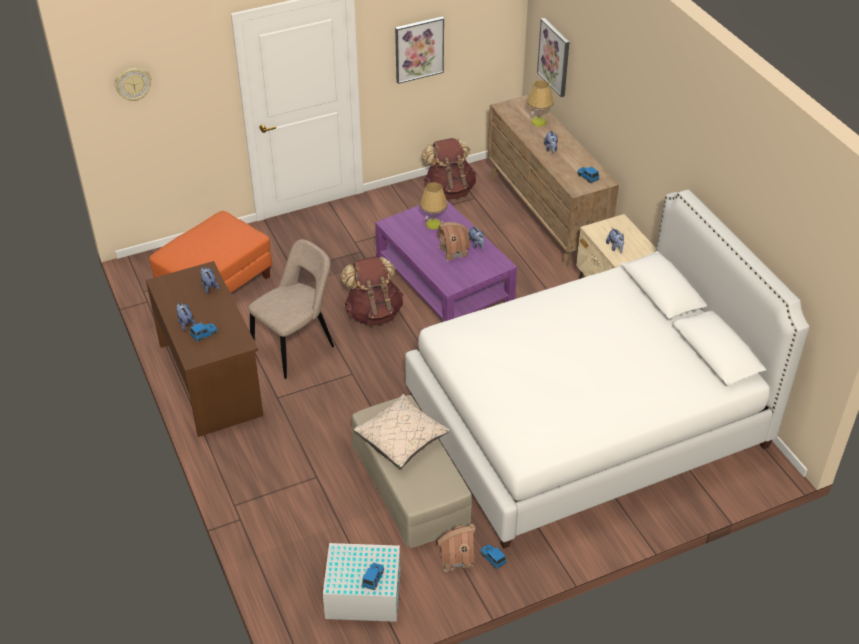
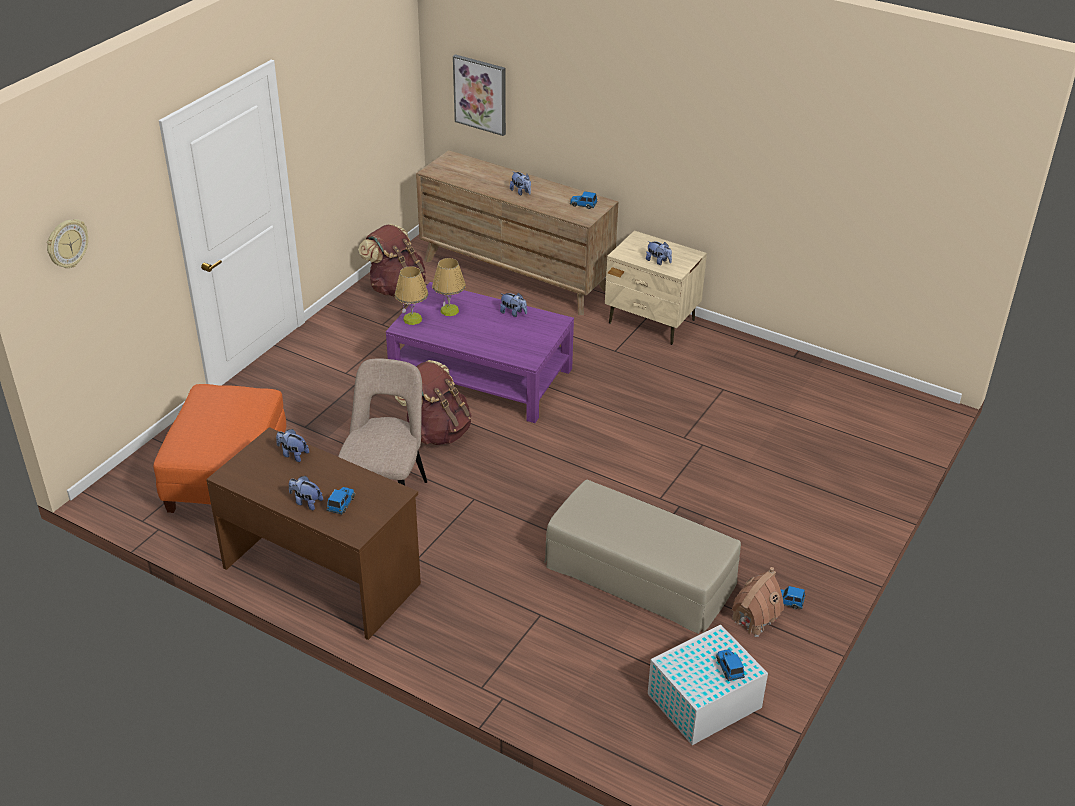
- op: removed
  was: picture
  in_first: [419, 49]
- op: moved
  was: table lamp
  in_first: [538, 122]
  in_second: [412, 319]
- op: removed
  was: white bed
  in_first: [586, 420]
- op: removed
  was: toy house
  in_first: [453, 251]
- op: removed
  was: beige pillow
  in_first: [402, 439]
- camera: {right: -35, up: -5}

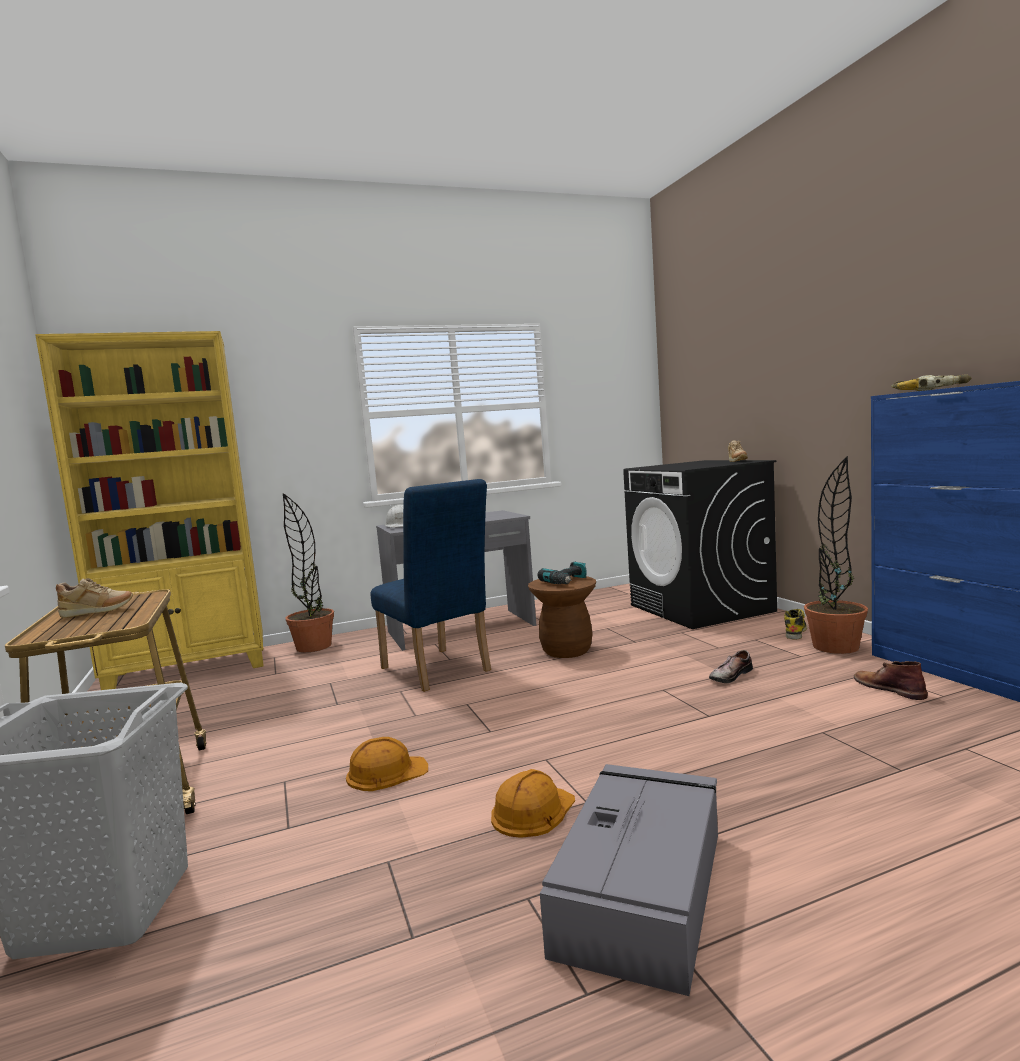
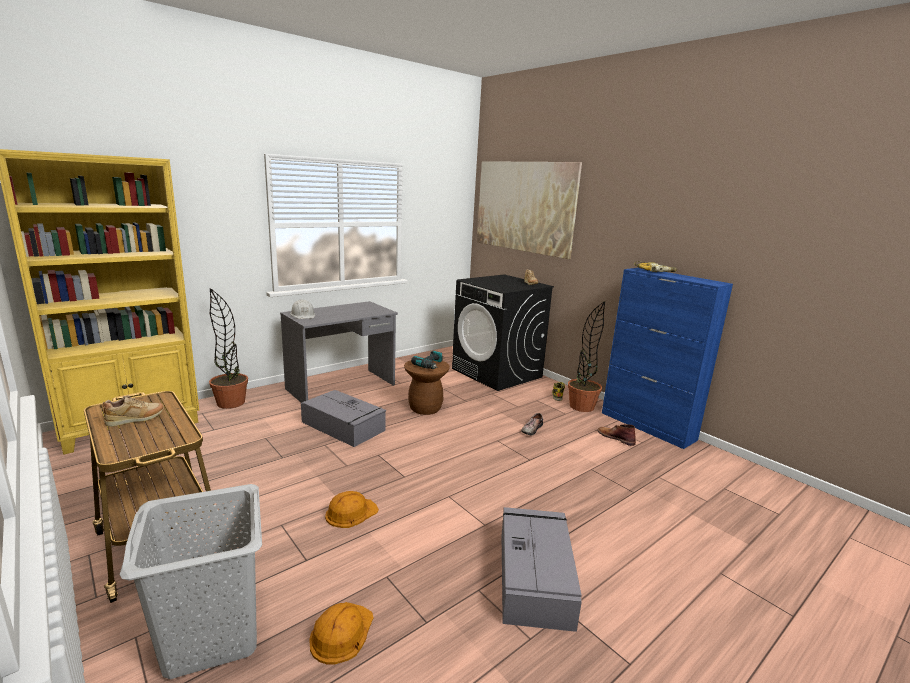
- op: replaced
  was: blue chair
  now: grey storage box
  in_first: [438, 671]
  in_second: [344, 427]
- op: moved
  was: orange hard hat
  in_first: [532, 811]
  in_second: [341, 633]
- op: added
  now: picture
  in_second: [524, 207]
- camera: {right: -20, up: 10}

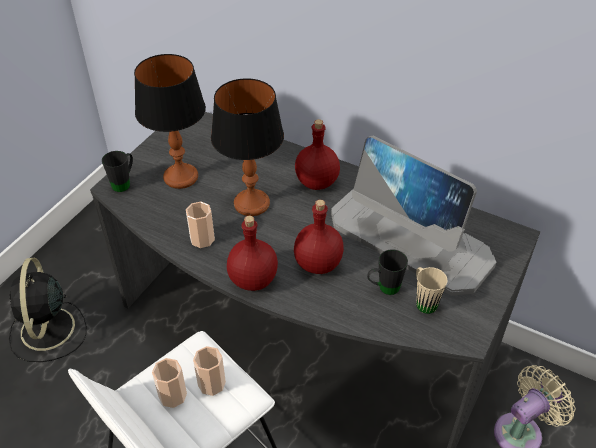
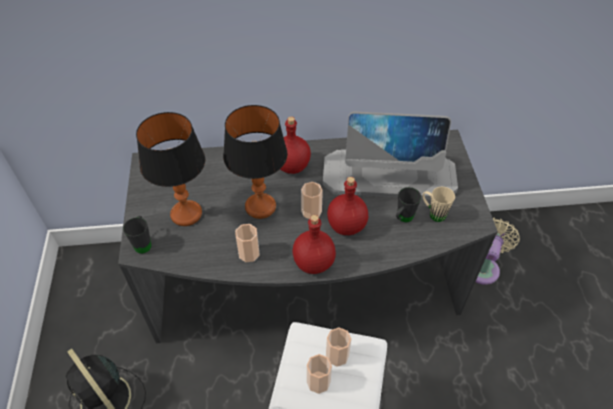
- op: added
  now: cup
  in_second: [311, 211]
- camera: {right: -35, up: 5}

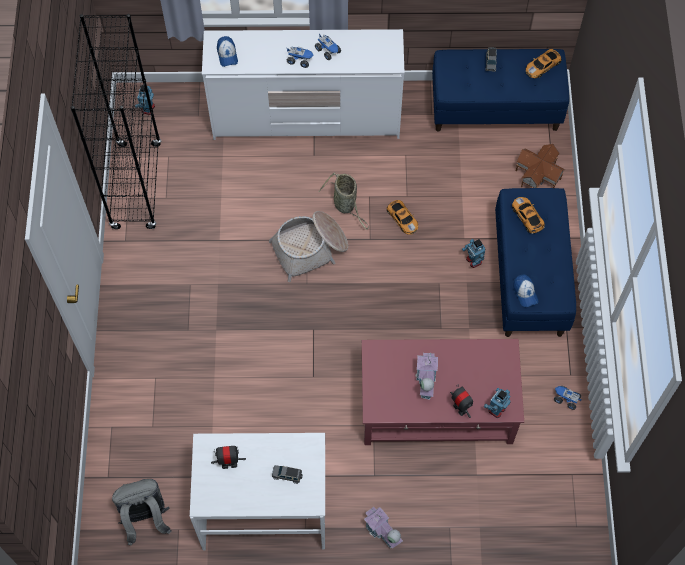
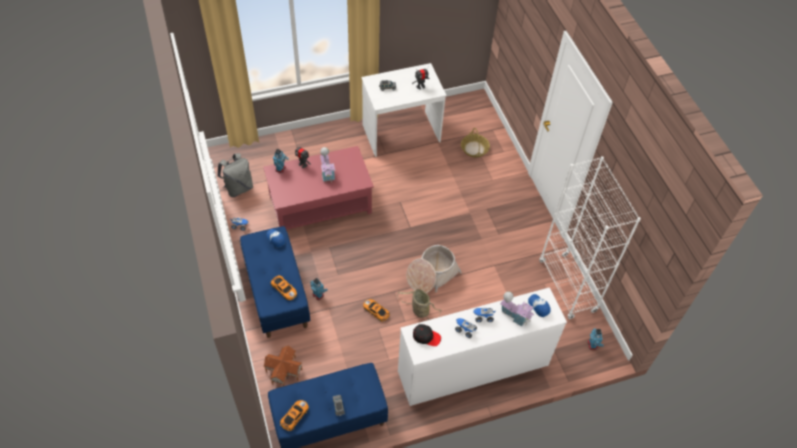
- op: recoloured
  was: black bookcase
  now: white bookcase
  in_first: [136, 186]
  in_second: [567, 286]
- op: moved
  was: grey backpack
  in_first: [145, 518]
  in_second: [238, 188]
- op: moved
  was: toy house
  in_first: [382, 533]
  in_second: [515, 315]
- op: added
  now: basket
  in_second: [474, 149]
- op: added
  now: black cap
  in_second: [426, 337]
- camera: {right: 160, up: -10}

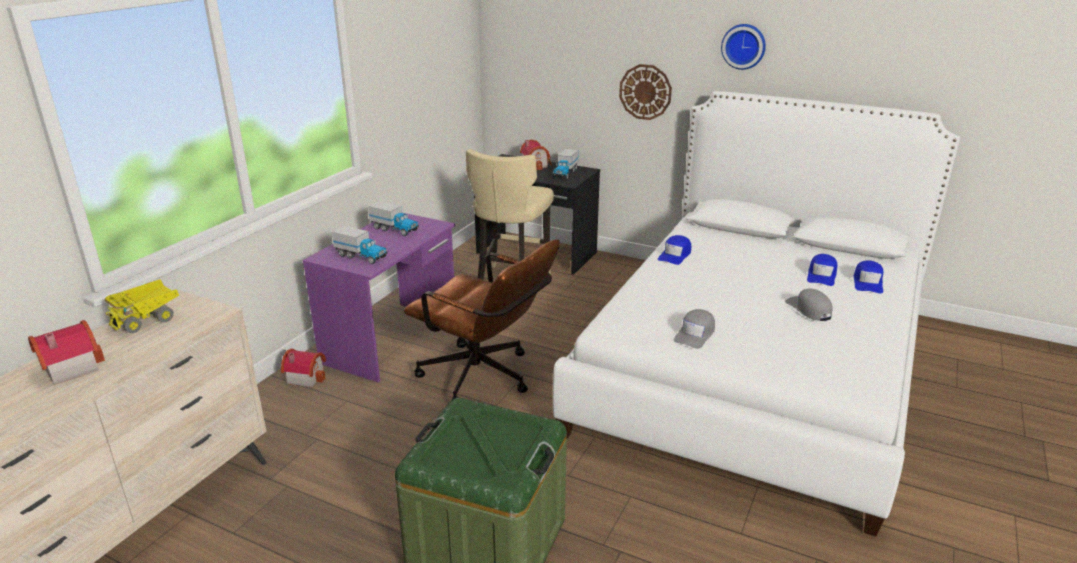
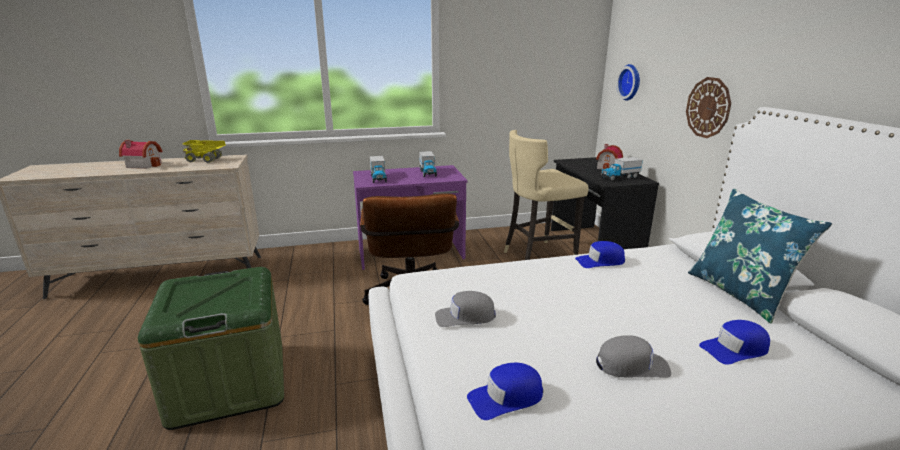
- op: moved
  was: wall clock
  in_first: [744, 46]
  in_second: [631, 82]
- op: moved
  was: blue cap
  in_first: [868, 282]
  in_second: [506, 397]
- op: turned
  was: grey cap
  in_first: [808, 309]
  in_second: [632, 365]
  clockwise: 60
- op: removed
  was: toy house
  in_first: [306, 376]
- op: added
  now: blue pillow
  in_second: [740, 293]
- camera: {right: 50, up: -5}

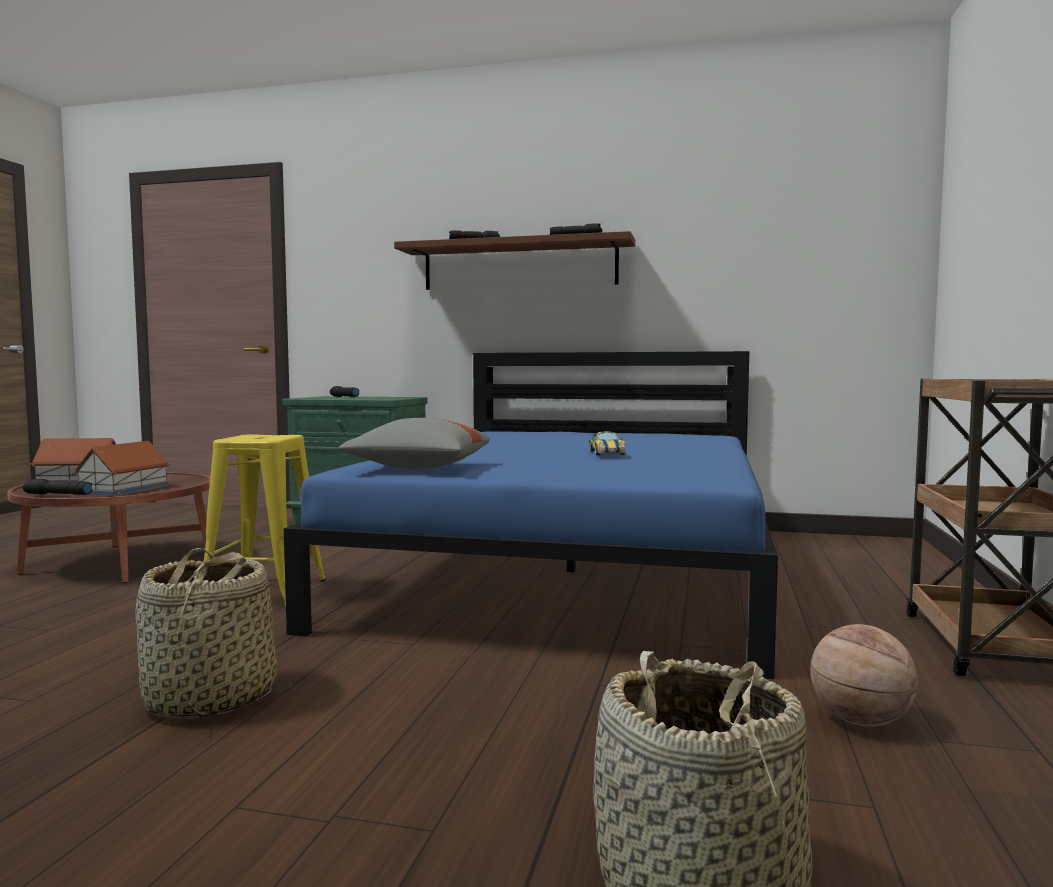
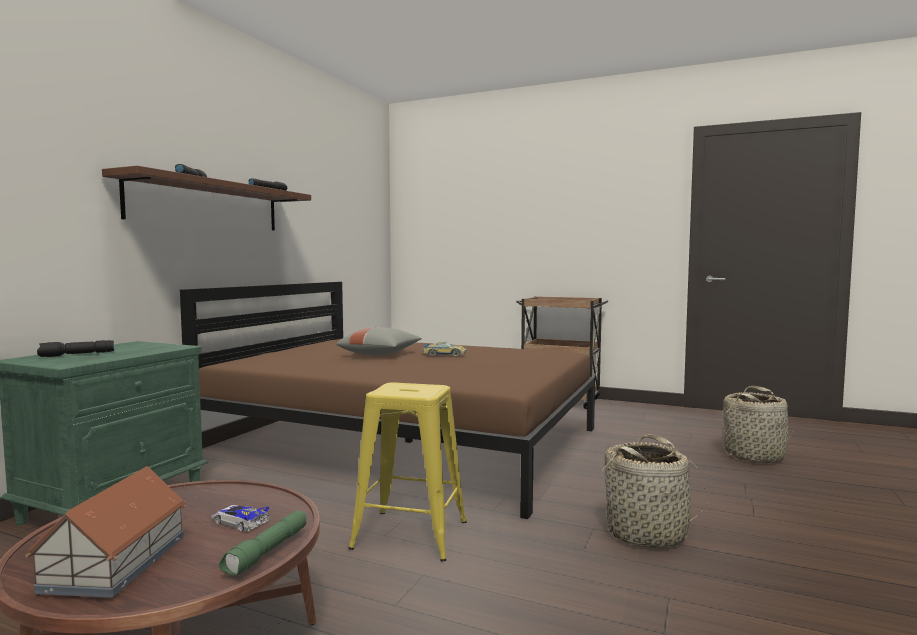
- op: recoloured
  was: blue bed
  now: brown bed
  in_first: [573, 569]
  in_second: [406, 441]
- op: moved
  was: grey pillow
  in_first: [418, 468]
  in_second: [380, 354]
- op: replaced
  was: toy house
  now: toy car
  in_first: [123, 490]
  in_second: [239, 521]
- op: recoloured
  was: black flashlight
  now: green flashlight
  in_first: [57, 495]
  in_second: [268, 552]
- op: removed
  was: basketball
  in_first: [860, 721]
- camera: {right: -80, up: 0}

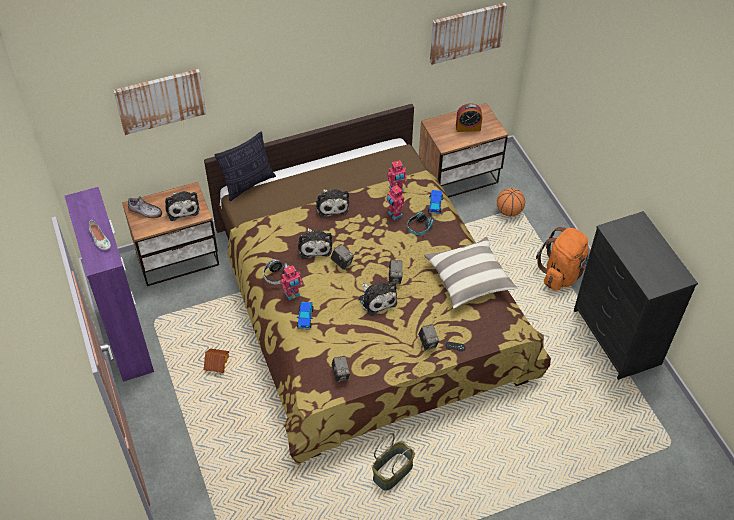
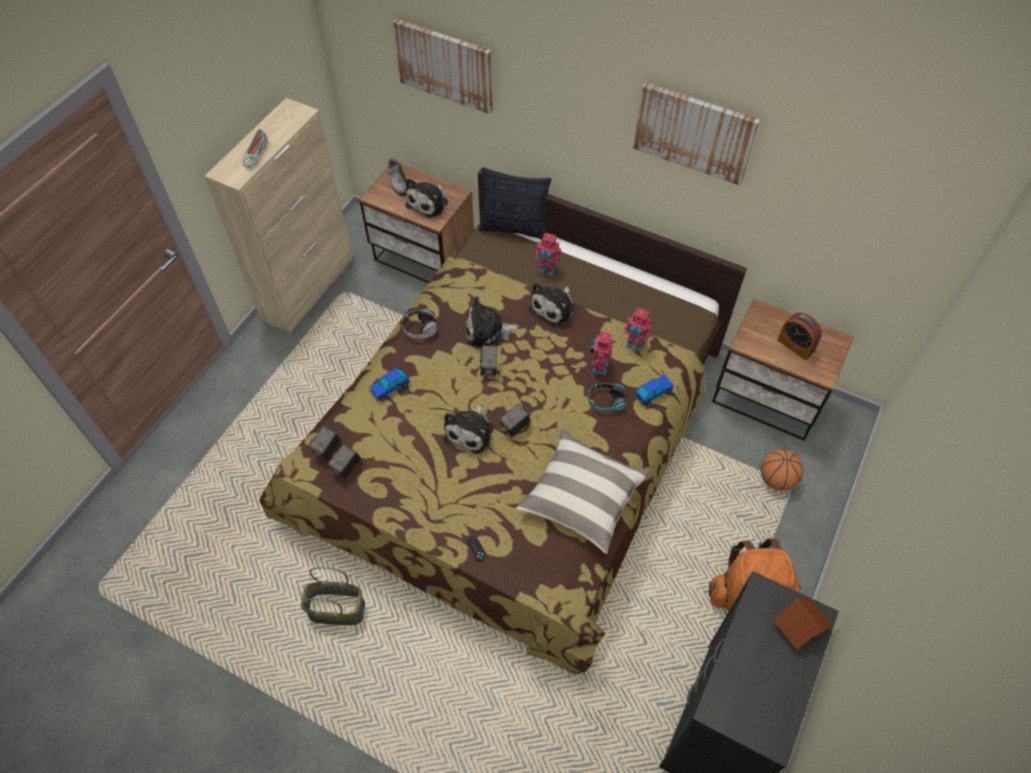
- op: moved
  was: picture
  in_first: [466, 32]
  in_second: [694, 132]
- op: recoloured
  was: purple cabinet
  now: beige cabinet
  in_first: [127, 337]
  in_second: [308, 288]
- op: turned
  was: plush toy
  in_first: [314, 246]
  in_second: [488, 331]
  clockwise: 45
- op: moved
  was: toy robot
  in_first: [292, 294]
  in_second: [547, 270]
- op: moved
  was: photo camera
  in_first: [428, 343]
  in_second: [327, 450]
- op: moved
  was: toy house
  in_first: [217, 364]
  in_second: [799, 625]
- camera: {right: 50, up: 5}

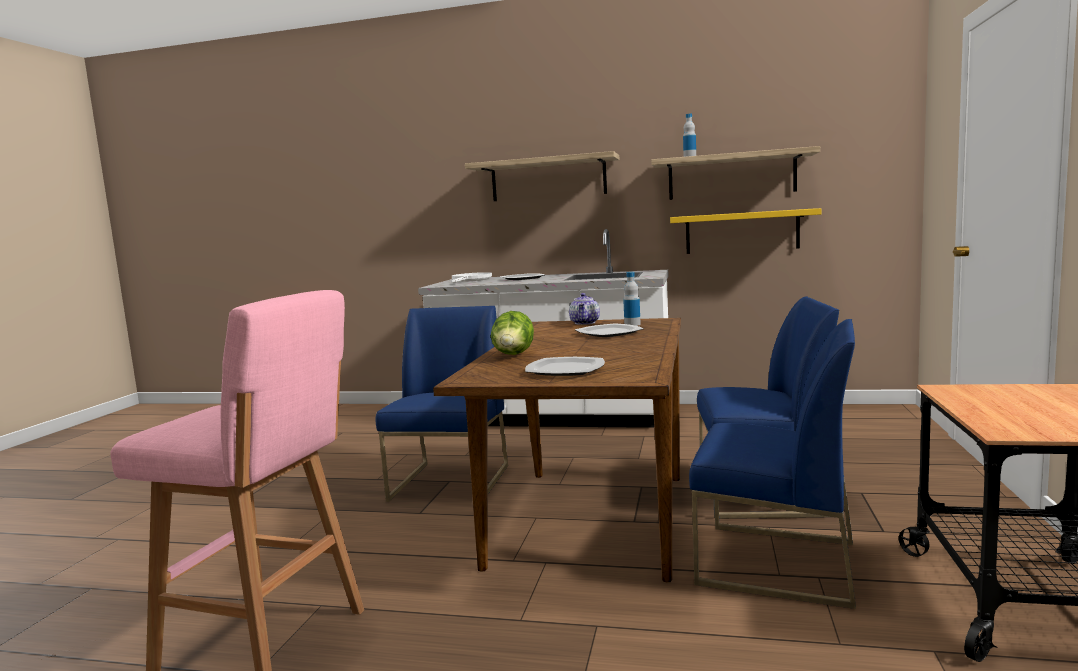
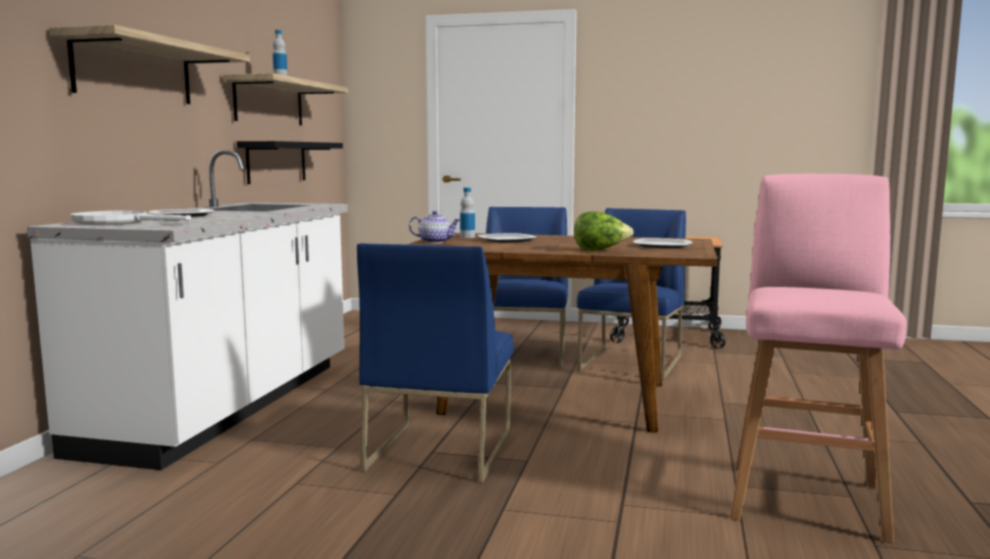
- op: recoloured
  was: yellow shelf
  now: black shelf
  in_first: [741, 232]
  in_second: [276, 162]
- op: turned
  was: blue chair
  in_first: [451, 483]
  in_second: [439, 450]
  clockwise: -90
- camera: {right: -90, up: 0}

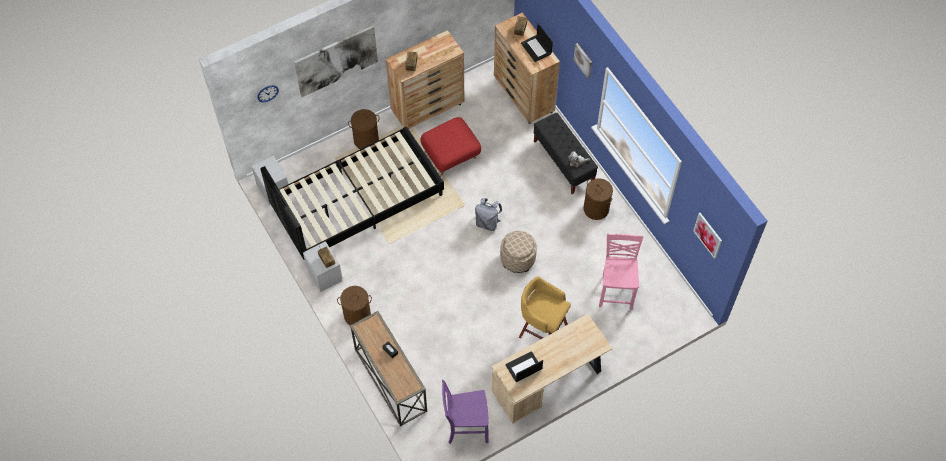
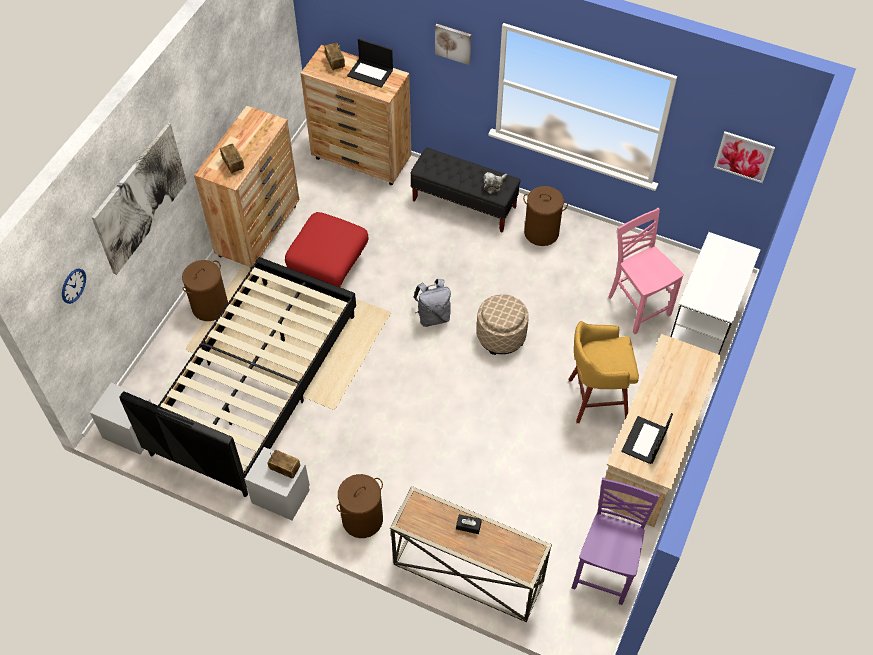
- op: turned
  was: purple chair
  in_first: [466, 427]
  in_second: [605, 569]
  clockwise: 150
- op: added
  now: white desk
  in_second: [704, 323]
- camera: {right: -35, up: -5}

